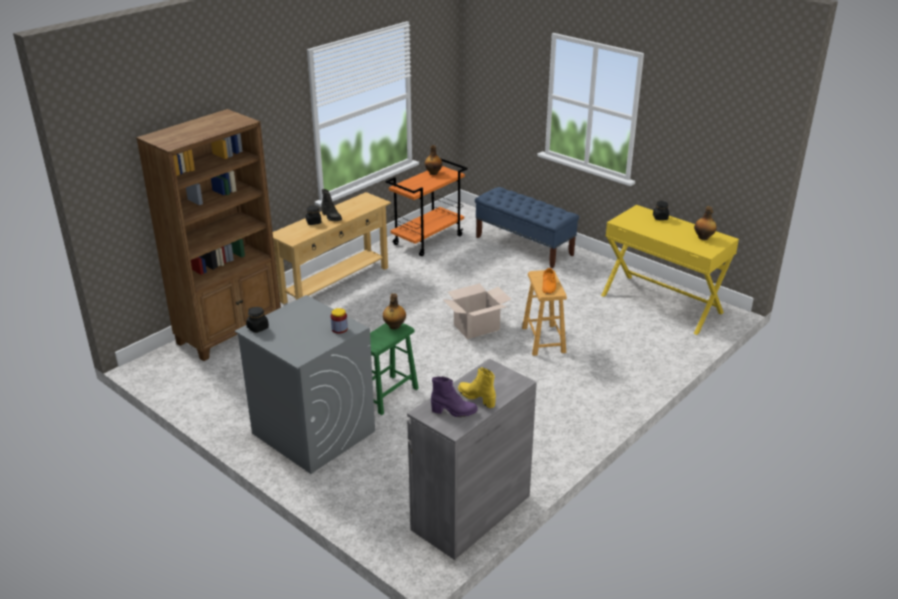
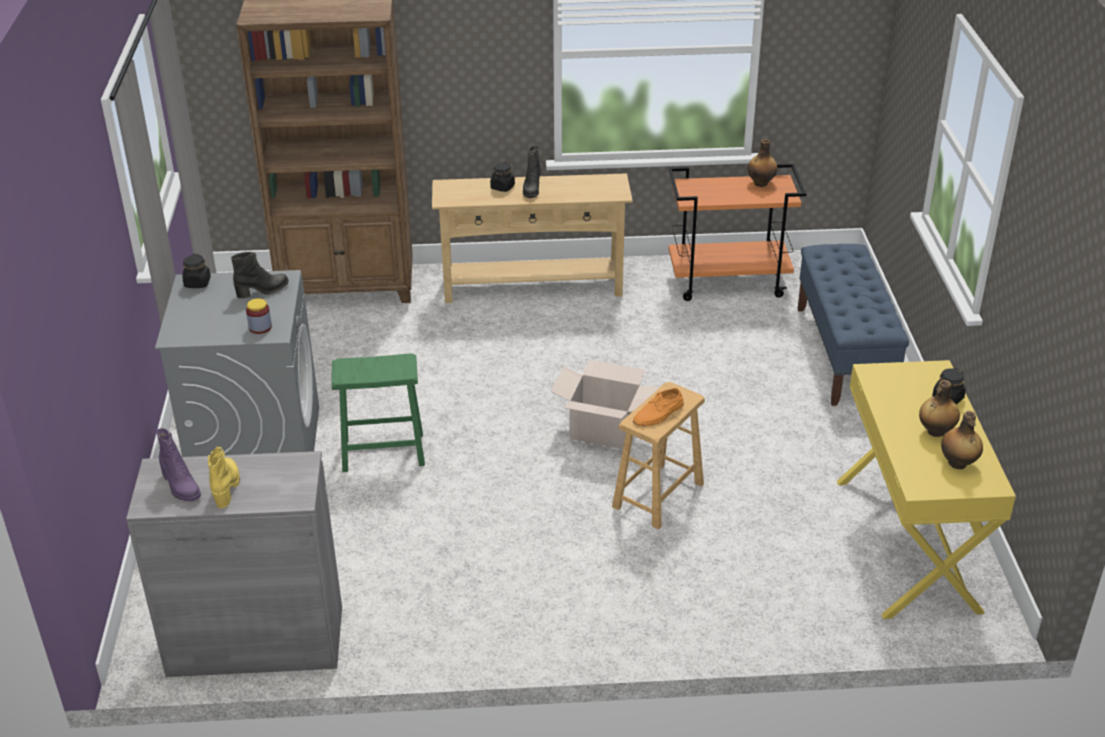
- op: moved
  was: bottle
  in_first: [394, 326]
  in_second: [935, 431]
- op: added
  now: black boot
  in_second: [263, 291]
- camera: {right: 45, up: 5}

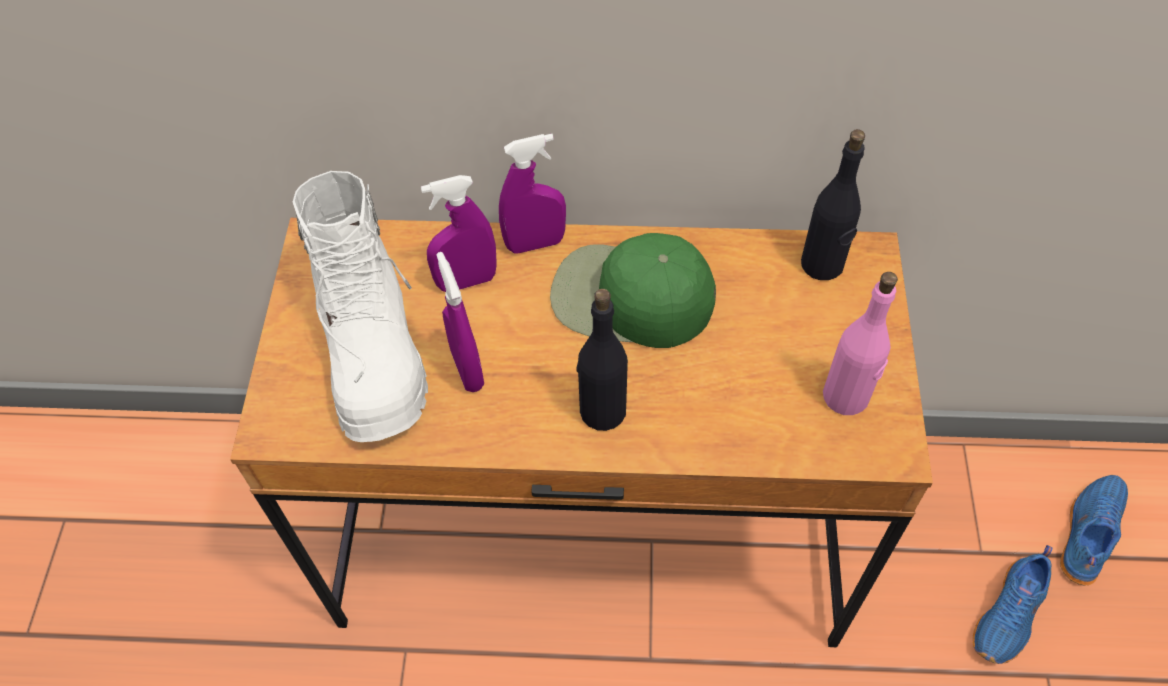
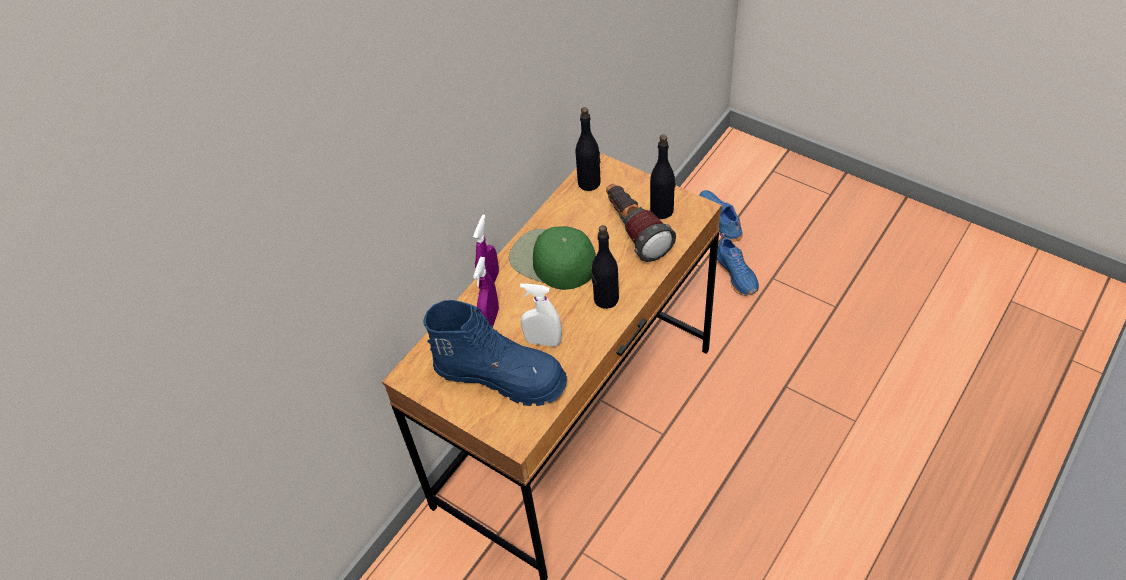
- op: recoloured
  was: white boot
  now: blue boot
  in_first: [373, 349]
  in_second: [501, 376]
- op: turned
  was: green cap
  in_first: [629, 298]
  in_second: [552, 260]
  clockwise: 75
- op: recoloured
  was: purple spray bottle
  now: white spray bottle
  in_first: [467, 369]
  in_second: [543, 341]
- op: recoloured
  was: pink bottle
  now: black bottle
  in_first: [846, 396]
  in_second: [662, 210]
- op: added
  now: flashlight
  in_second: [634, 232]
- camera: {right: -55, up: -5}

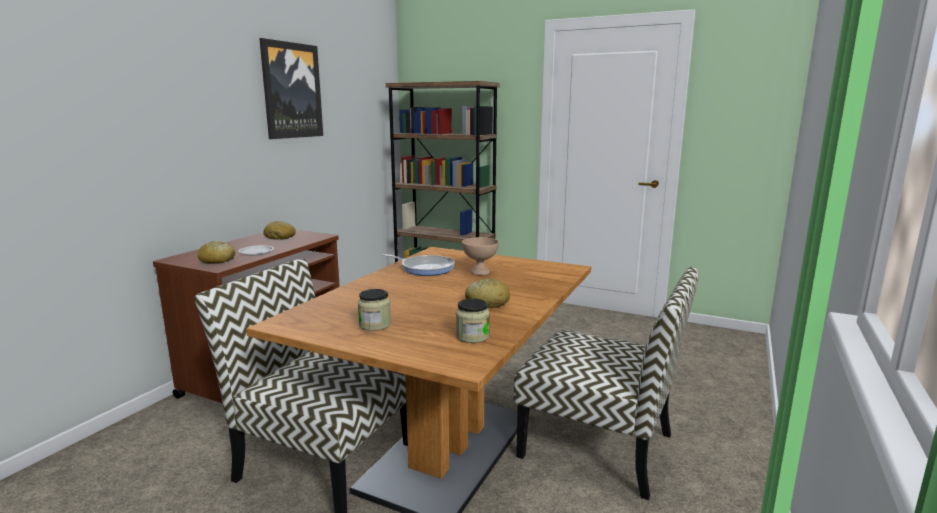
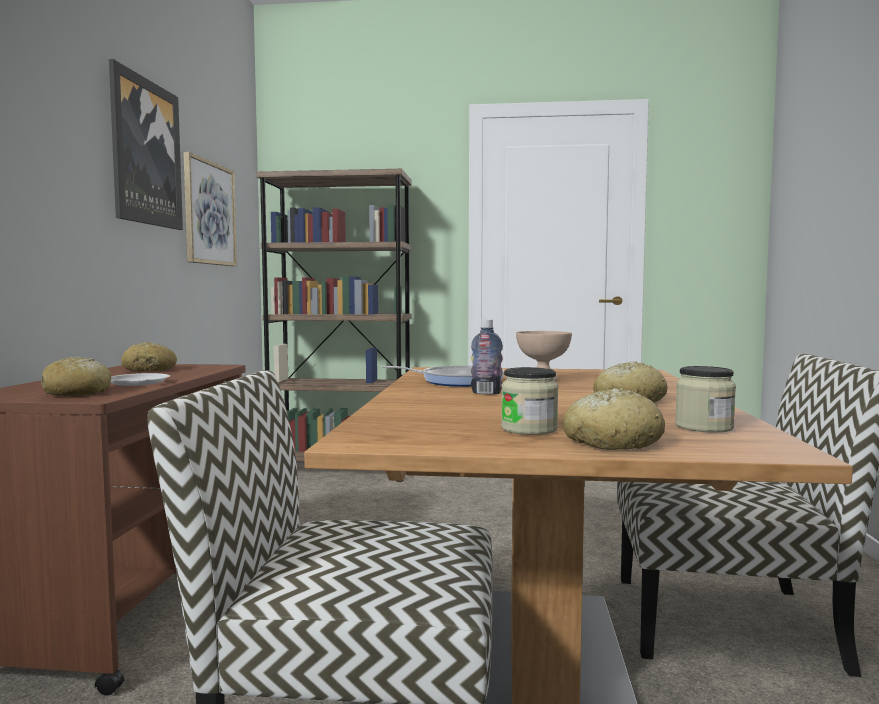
- op: added
  now: picture
  in_second: [209, 213]
- op: added
  now: bottle
  in_second: [486, 393]
- op: added
  now: bread
  in_second: [611, 442]
- camera: {right: -20, up: -10}

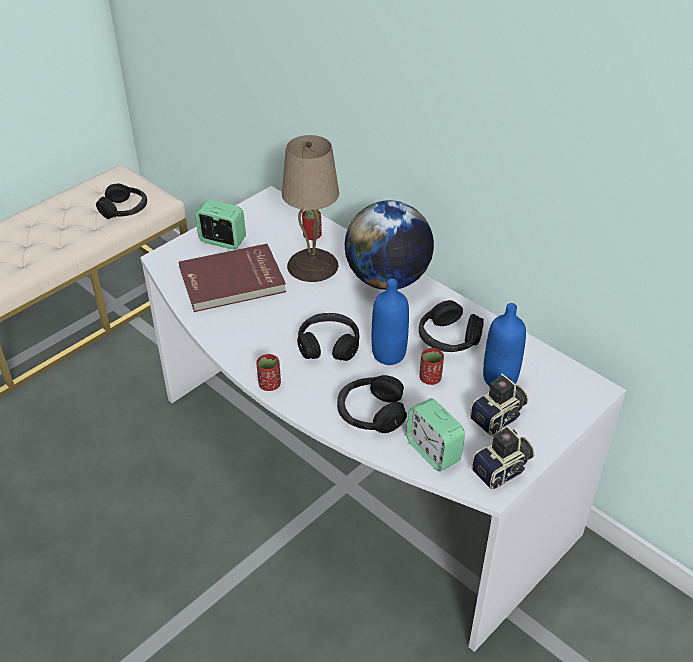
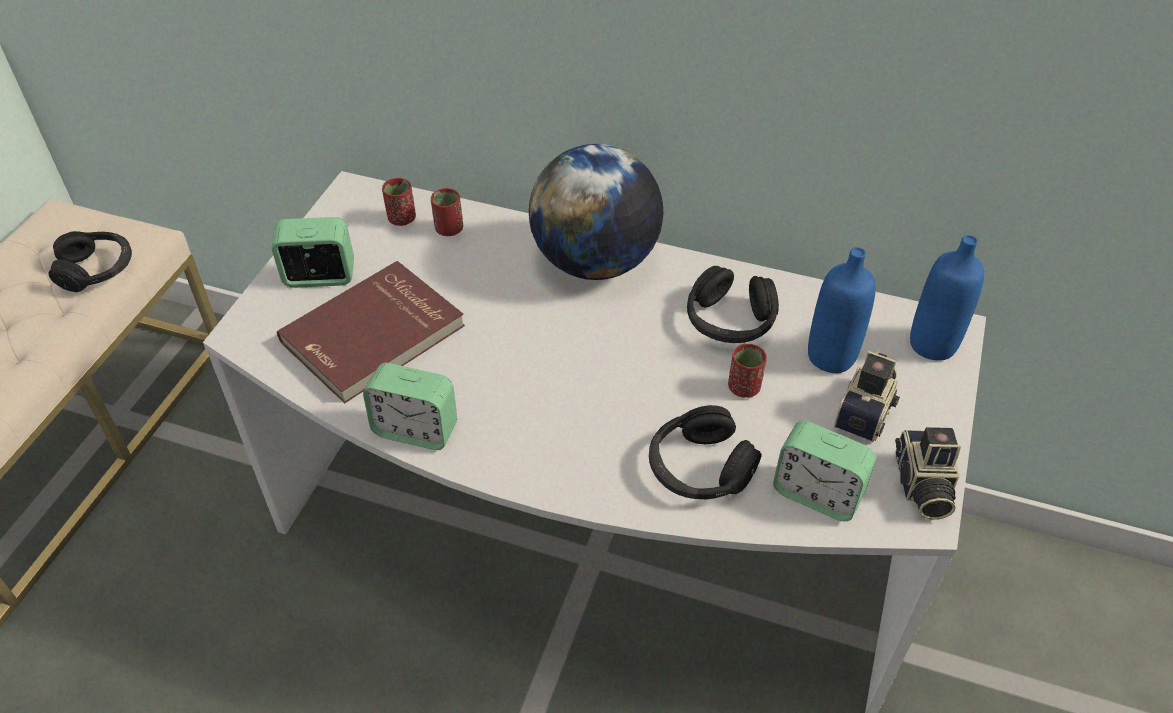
- op: removed
  was: beige table lamp
  in_first: [313, 265]
- op: moved
  was: blue bottle
  in_first: [388, 354]
  in_second: [932, 344]
- op: removed
  was: black headphones
  in_first: [328, 345]
- op: moved
  was: red cup
  in_first: [269, 384]
  in_second: [402, 219]
- op: turned
  was: photo camera
  in_first: [503, 470]
  in_second: [921, 486]
  clockwise: 150
- op: added
  now: alarm clock
  in_second: [415, 430]
- camera: {right: -25, up: 5}

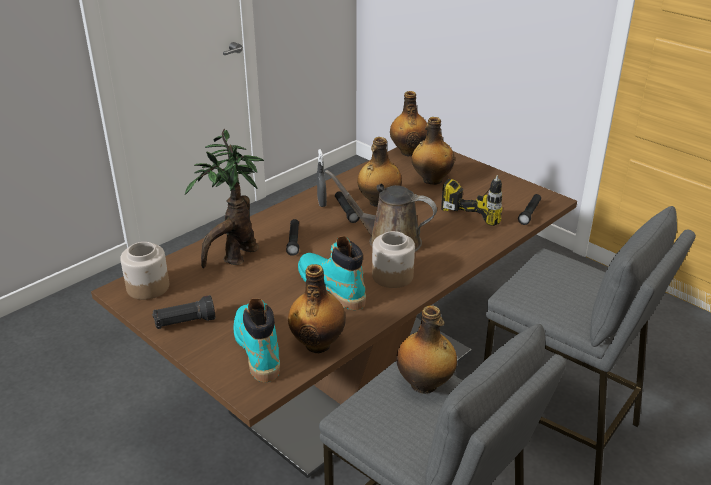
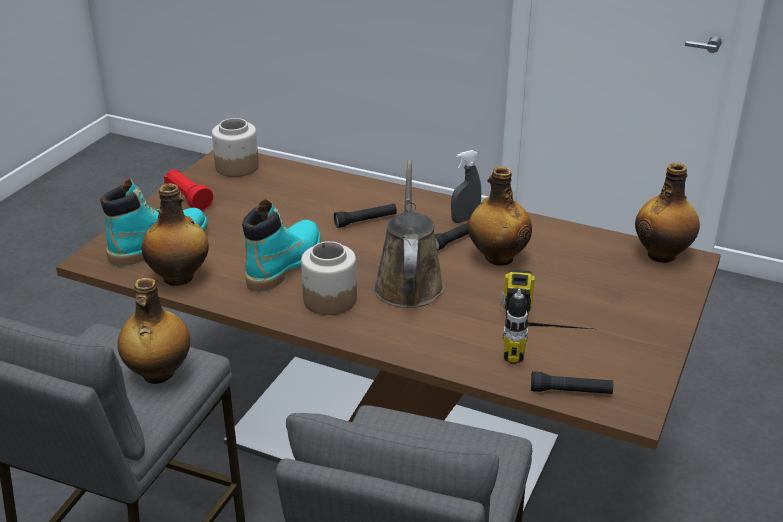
- op: removed
  was: bottle
  in_first: [431, 180]
- op: removed
  was: potted plant
  in_first: [235, 257]
- op: recoloured
  was: black flashlight
  now: red flashlight
  in_first: [184, 322]
  in_second: [188, 199]
- camera: {right: 70, up: 0}

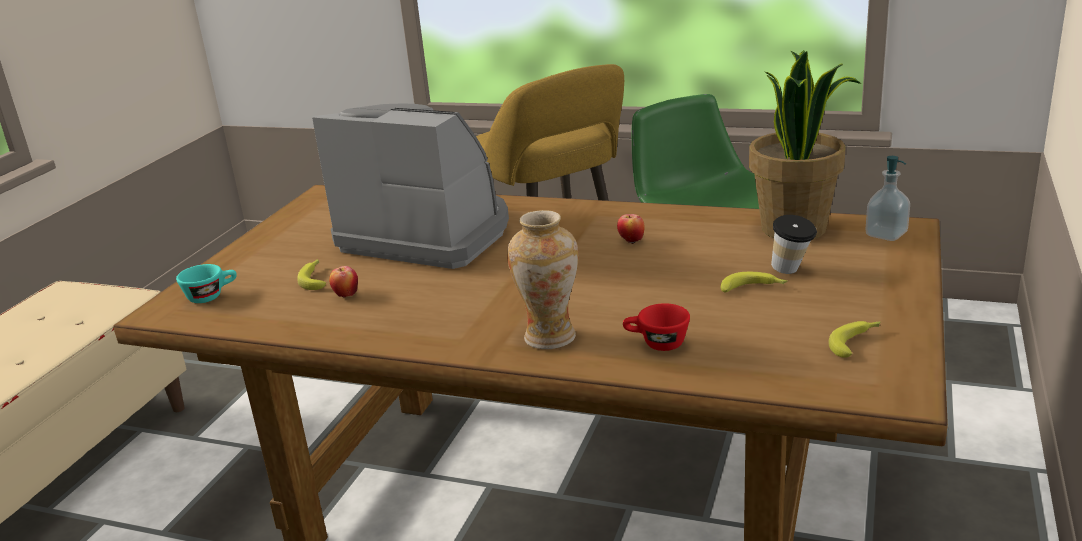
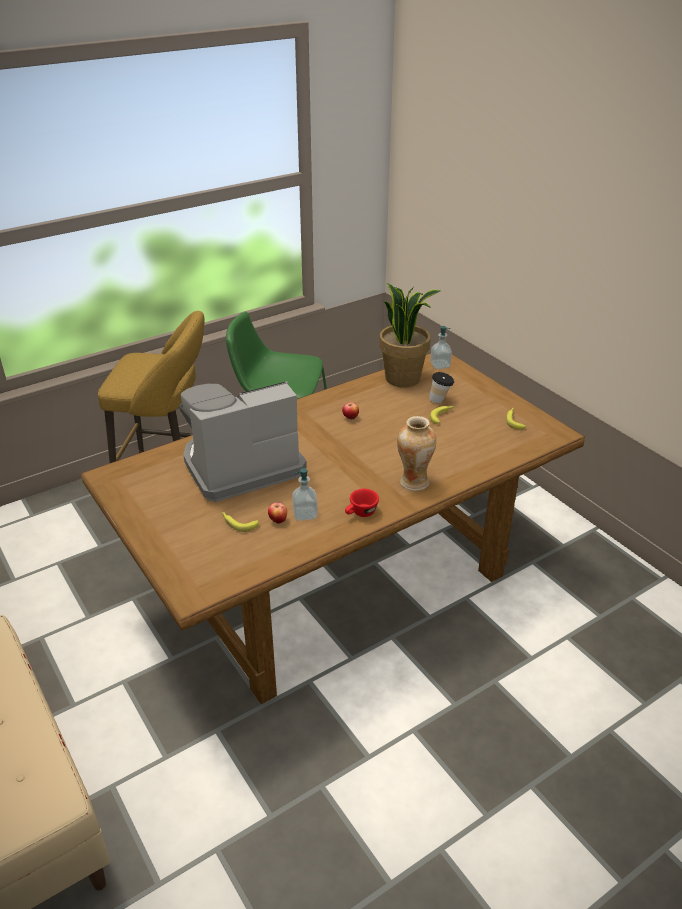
- op: removed
  was: turquoise cup
  in_first: [211, 296]
- op: moved
  was: red cup
  in_first: [656, 344]
  in_second: [360, 513]
- op: added
  now: soap dispenser
  in_second: [305, 514]
- camera: {right: -55, up: 10}

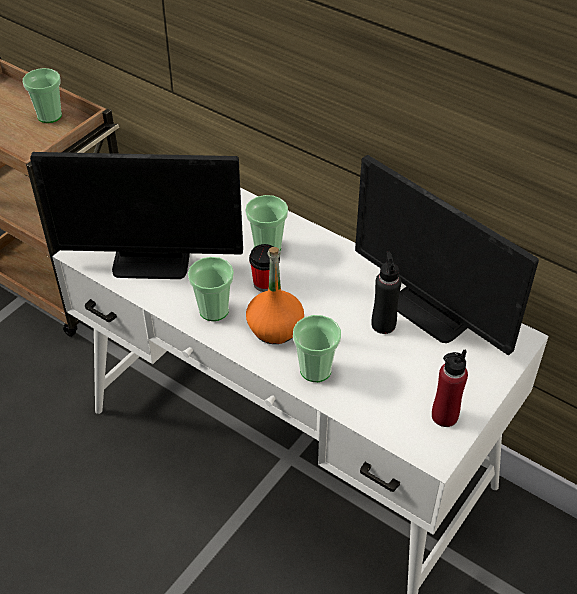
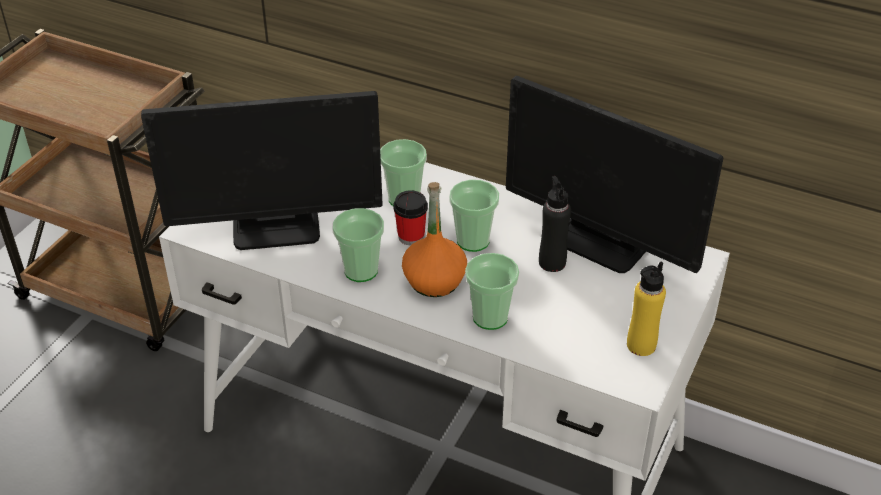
- op: moved
  was: cup
  in_first: [49, 116]
  in_second: [473, 241]
- op: recoloured
  was: red bottle
  now: yellow bottle
  in_first: [444, 416]
  in_second: [641, 345]
- camera: {right: -10, up: -5}

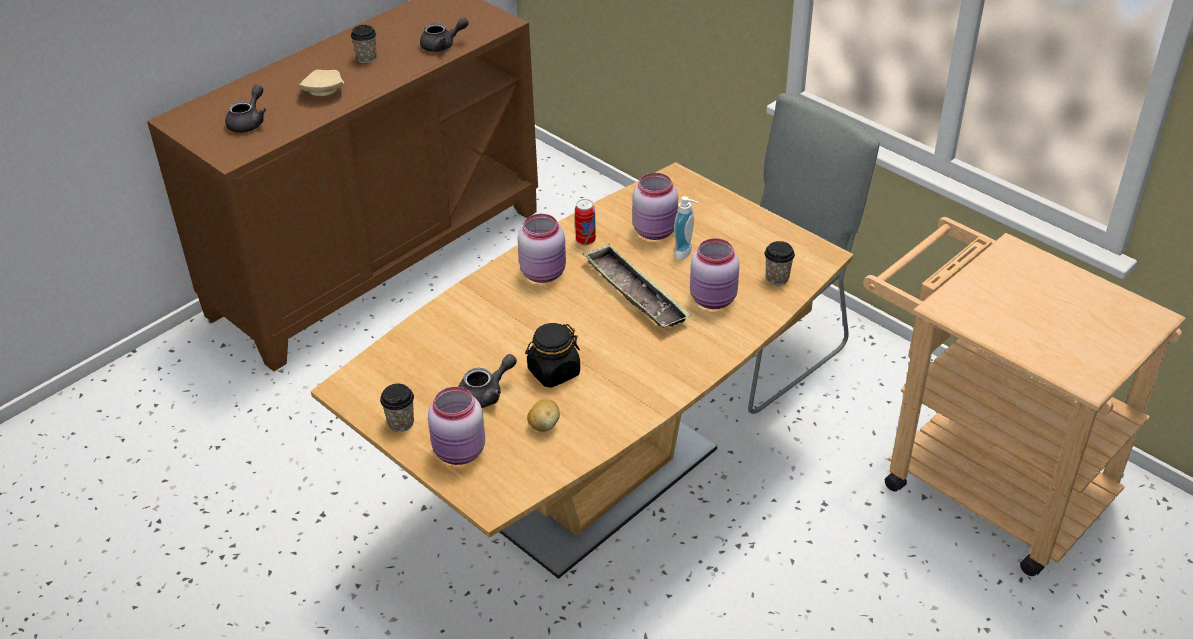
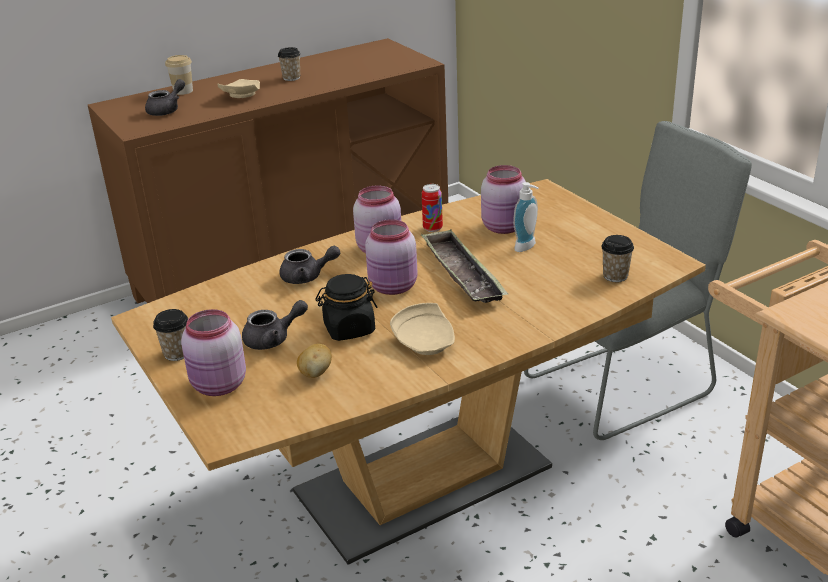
- op: moved
  was: grey teapot
  in_first: [442, 45]
  in_second: [307, 277]
- op: moved
  was: pink jar
  in_first: [714, 299]
  in_second: [394, 287]
- op: added
  now: cup
  in_second: [183, 91]
- op: added
  now: beige plate
  in_second: [426, 341]
- camera: {right: 15, up: -10}

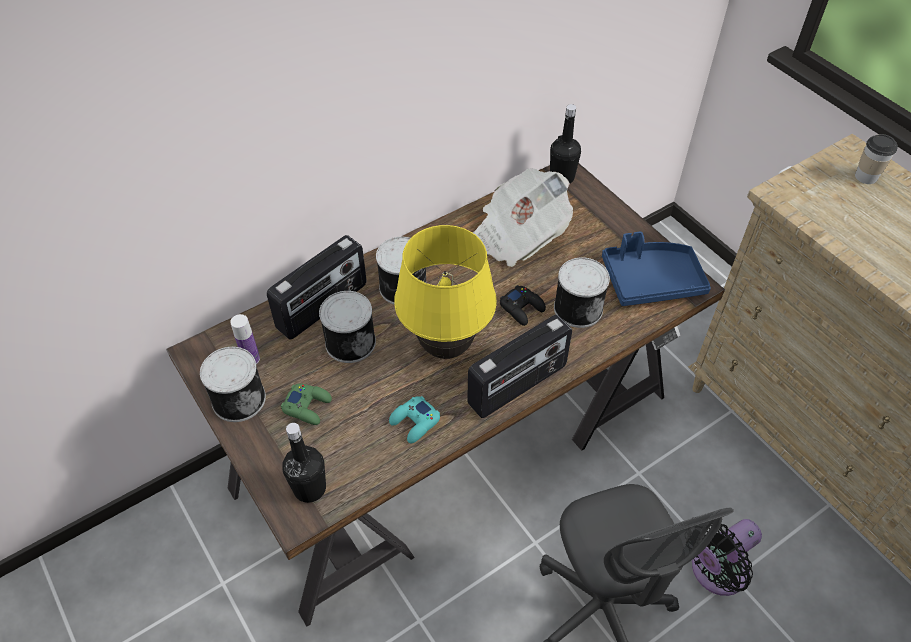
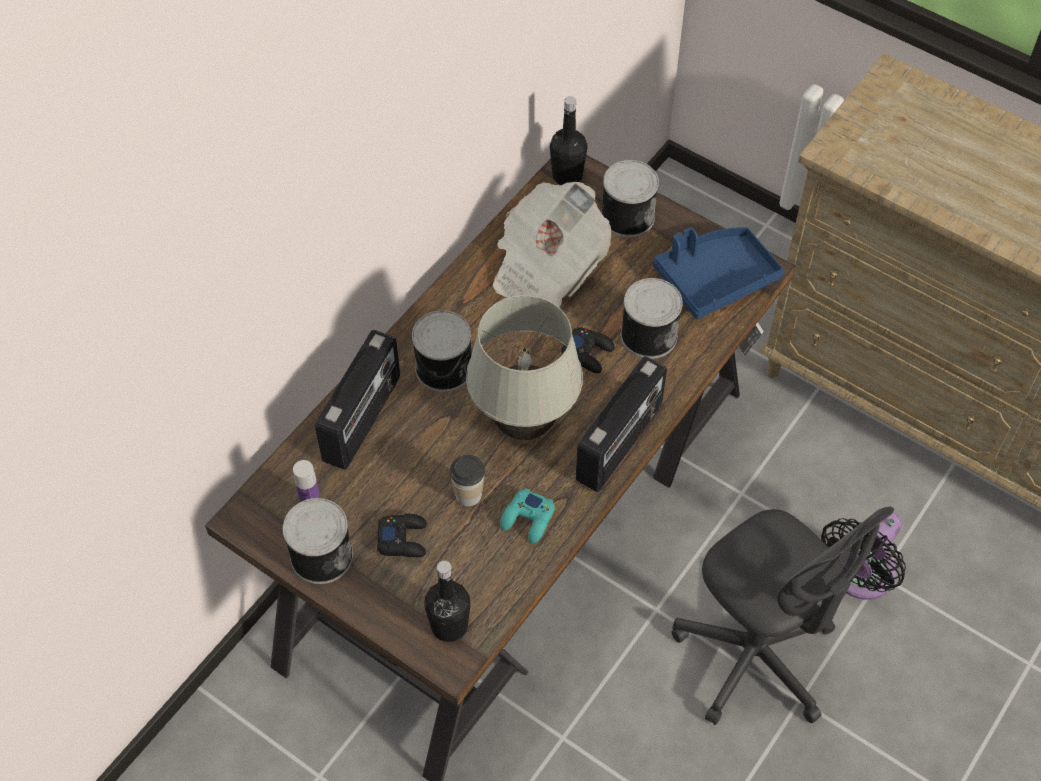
- op: moved
  was: cup
  in_first: [866, 177]
  in_second: [468, 495]
- op: recoloured
  was: yellow table lamp
  now: white table lamp
  in_first: [445, 347]
  in_second: [523, 424]
- op: moved
  was: can
  in_first: [350, 341]
  in_second: [626, 215]
- op: recoloured
  was: green game controller
  now: black game controller
  in_first: [307, 406]
  in_second: [403, 539]
- camera: {right: -20, up: 5}

